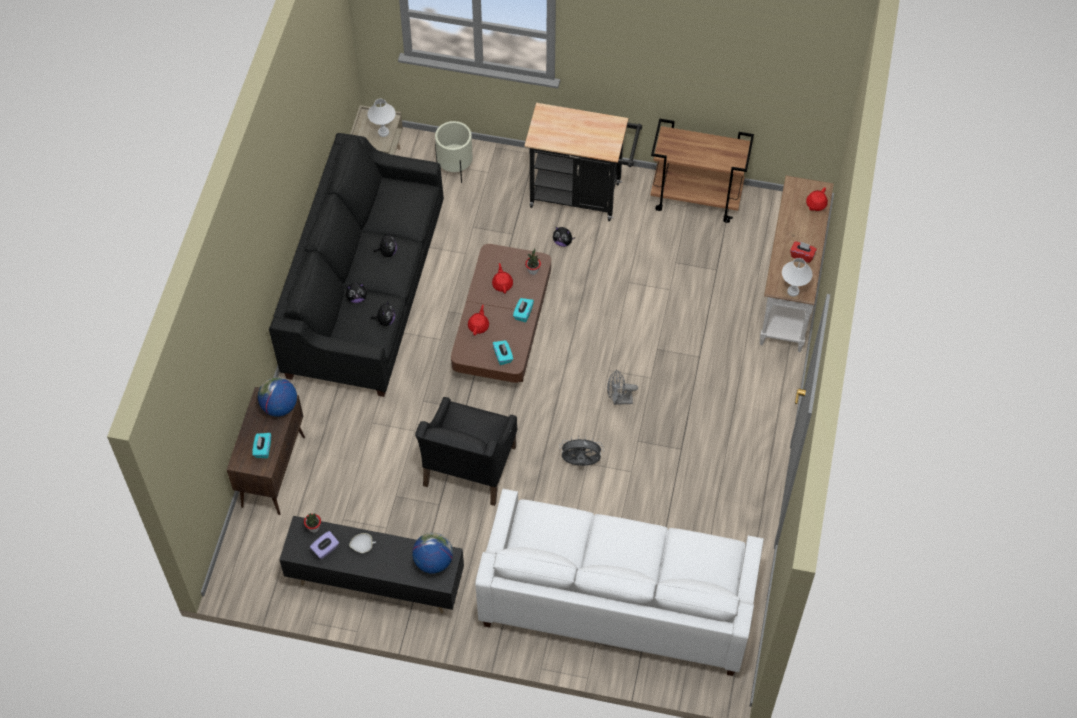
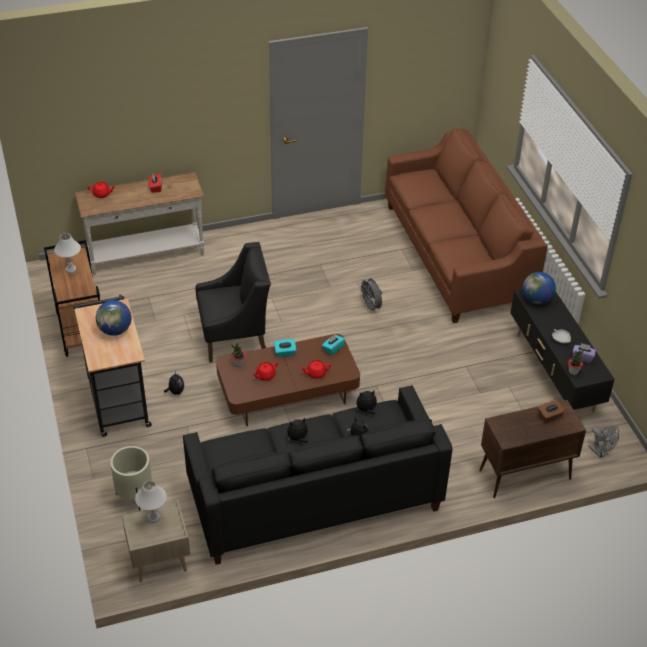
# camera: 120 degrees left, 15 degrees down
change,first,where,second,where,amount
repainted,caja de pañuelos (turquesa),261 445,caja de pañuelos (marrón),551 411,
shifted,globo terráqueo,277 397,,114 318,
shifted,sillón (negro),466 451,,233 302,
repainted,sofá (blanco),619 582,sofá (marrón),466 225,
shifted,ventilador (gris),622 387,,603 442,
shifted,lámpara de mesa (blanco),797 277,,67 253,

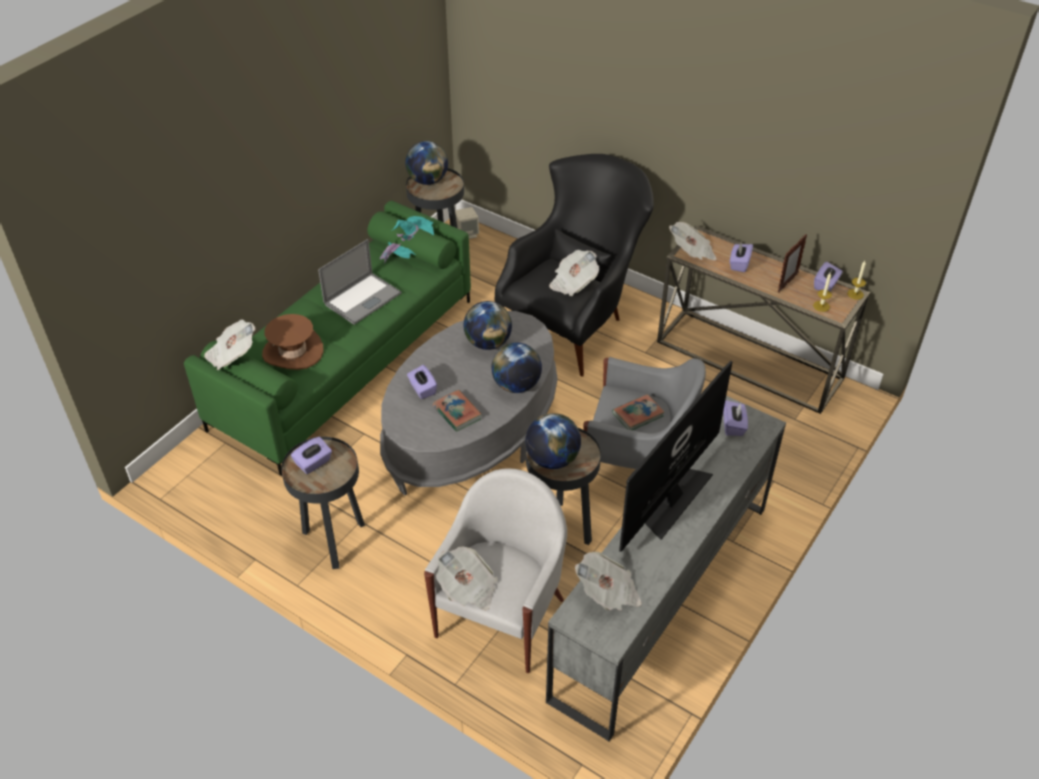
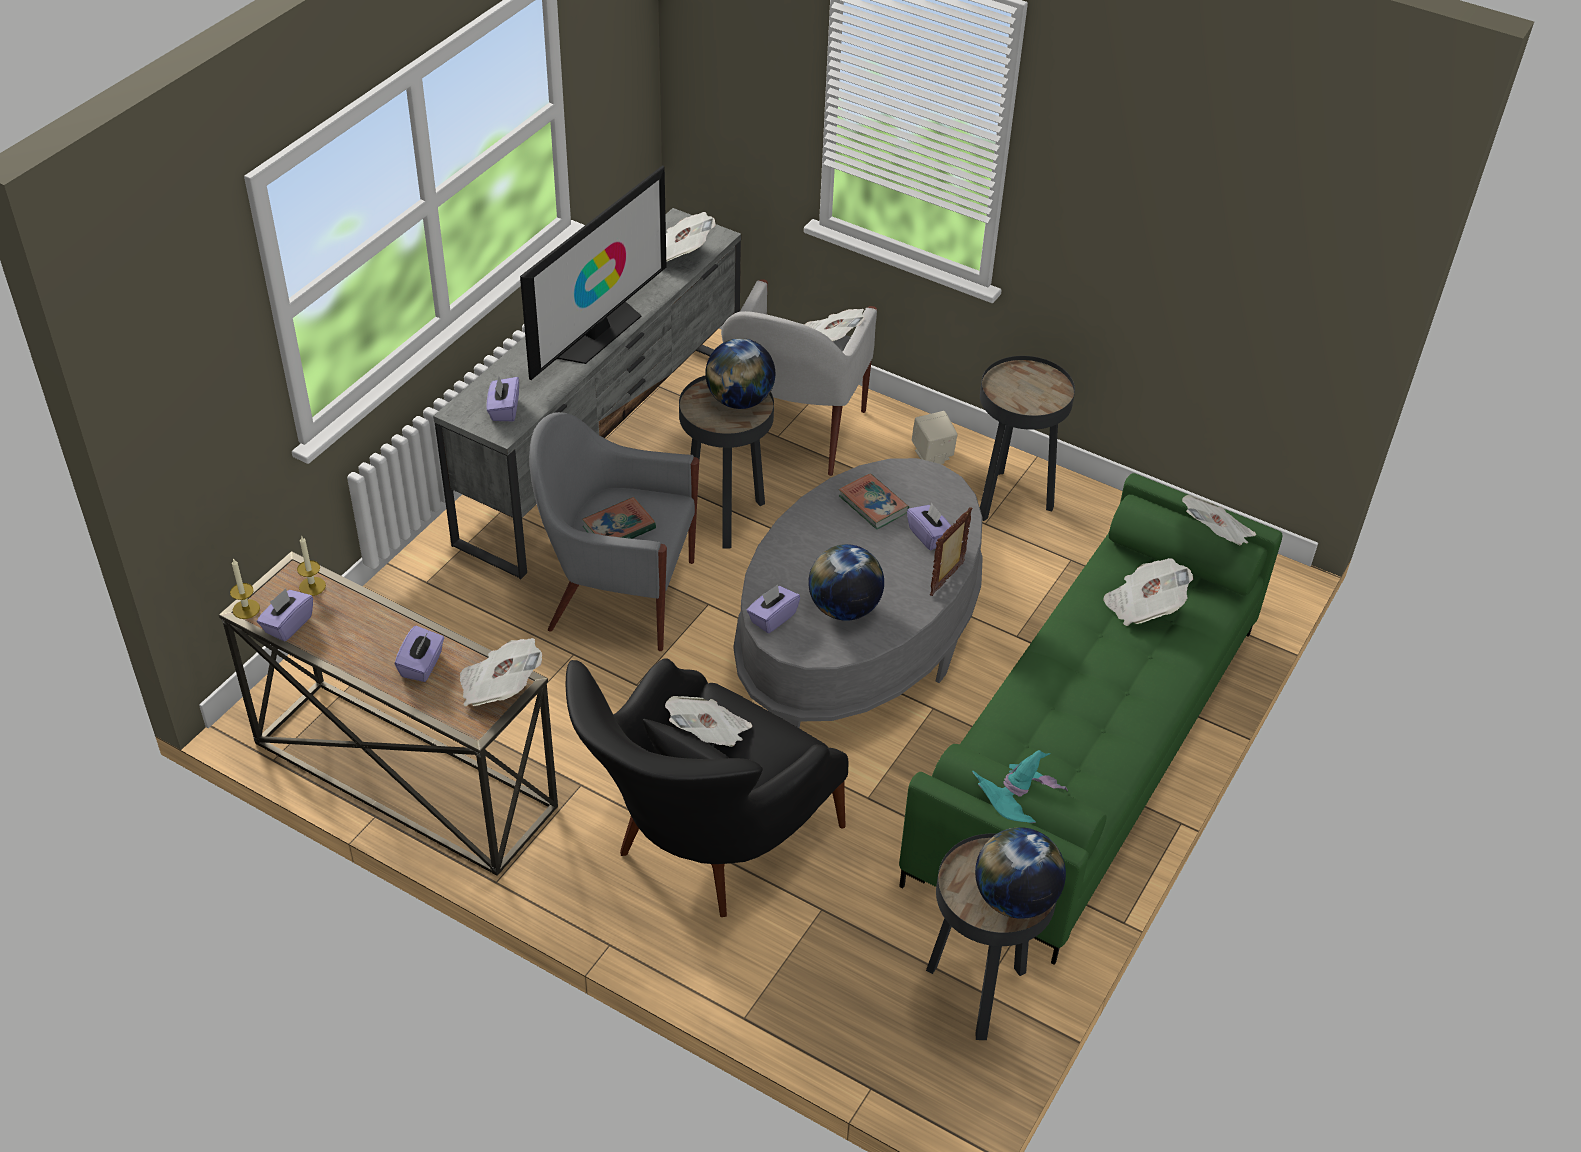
# camera: 175 degrees right, 0 degrees up
change,first,where,second,where,amount
swapped,sombrero (marrón),292 342,periódico,1148 592,
shifted,caja de pañuelos (morado),311 455,,773 608,
gone,portátil,359 282,,,
shifted,altavoz (beis),467 223,,935 437,
gone,globo terráqueo,516 368,,,
shifted,portarretratos,792 263,,951 551,

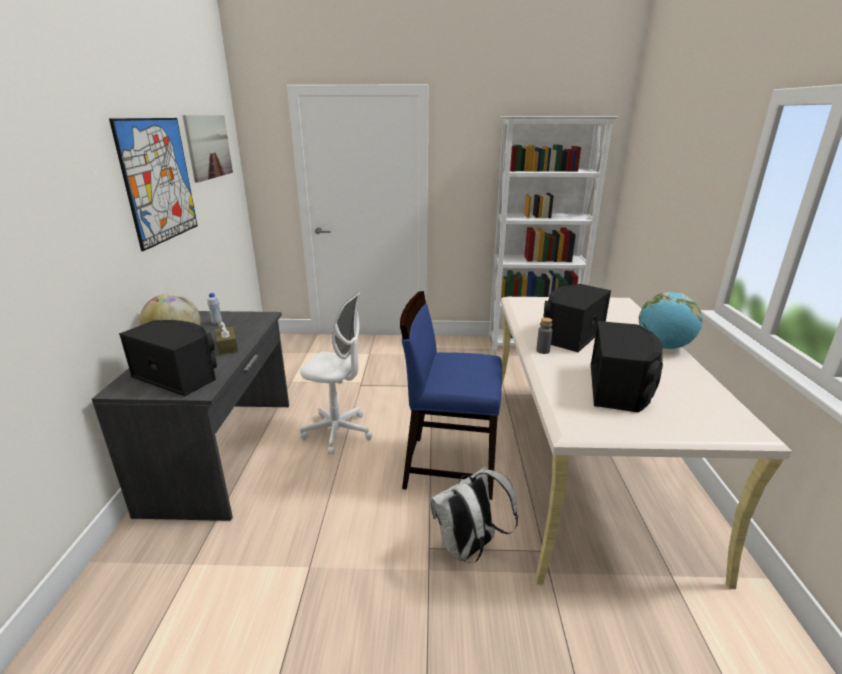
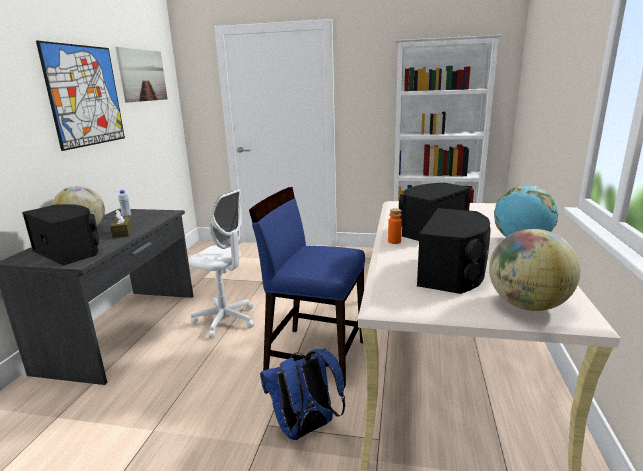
# camera: 10 degrees right, 5 degrees down
change,first,where,second,where,amount
repainted,mochila (blanco),474 514,mochila (azul),302 394,
repainted,botella (gris),544 336,botella (naranja),395 226,
new,,,globo terráqueo,534 270,

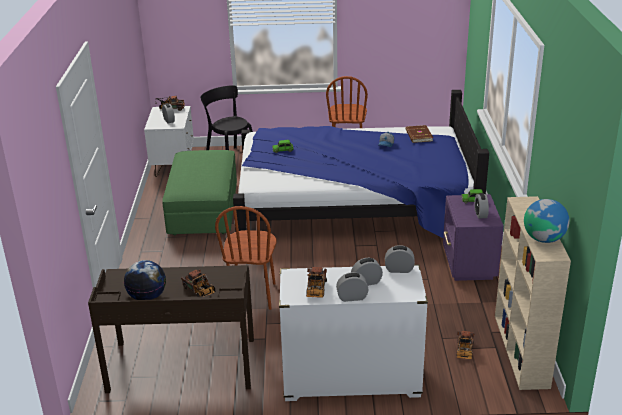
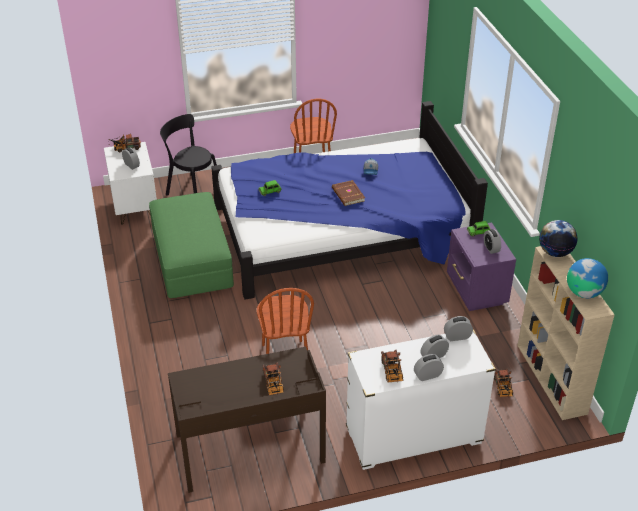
# camera: 15 degrees left, 10 degrees up
change,first,where,second,where,amount
shifted,globo terráqueo,145 280,,558 238,
rotated,camión de juguete,198 282,,273 378,45 degrees clockwise
shifted,libro (marrón),419 134,,348 193,

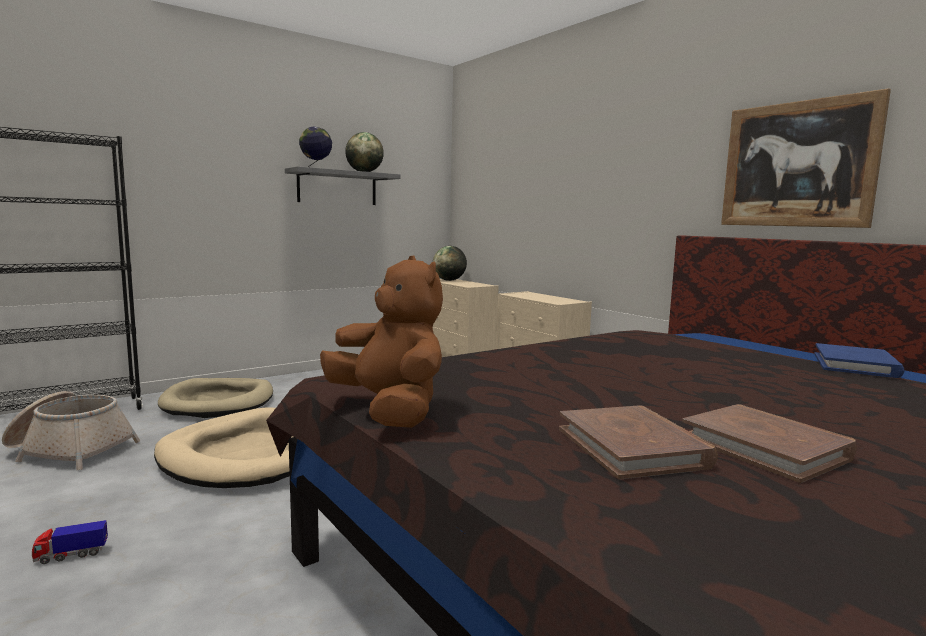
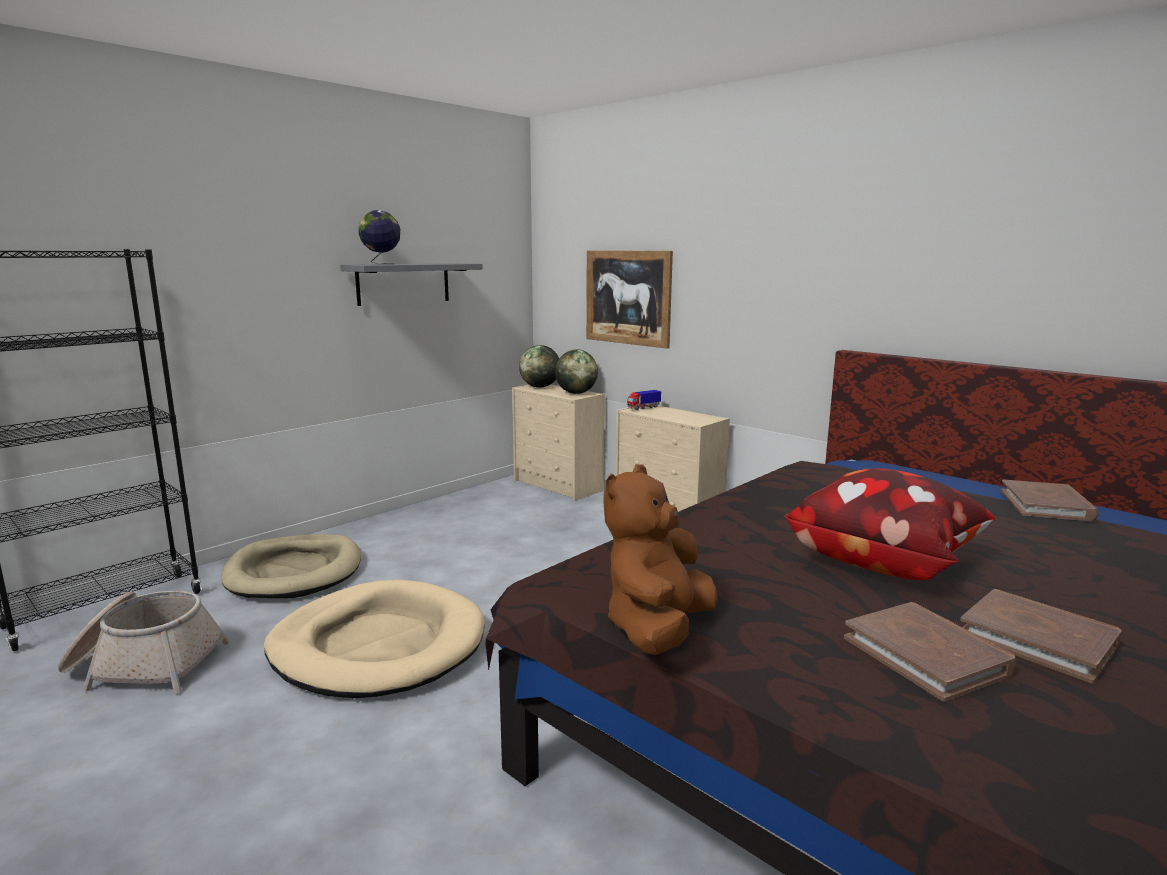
# camera: 10 degrees left, 5 degrees up
change,first,where,second,where,amount
shifted,camión de juguete,70 542,,644 400,
rotated,peluche (marrón),381 341,,660 559,105 degrees counterclockwise
shifted,globo terráqueo,364 152,,576 371,
shifted,cuadro,806 158,,629 299,
repainted,libro (azul),859 360,libro (marrón),1049 500,
new,,,cojín,890 524,

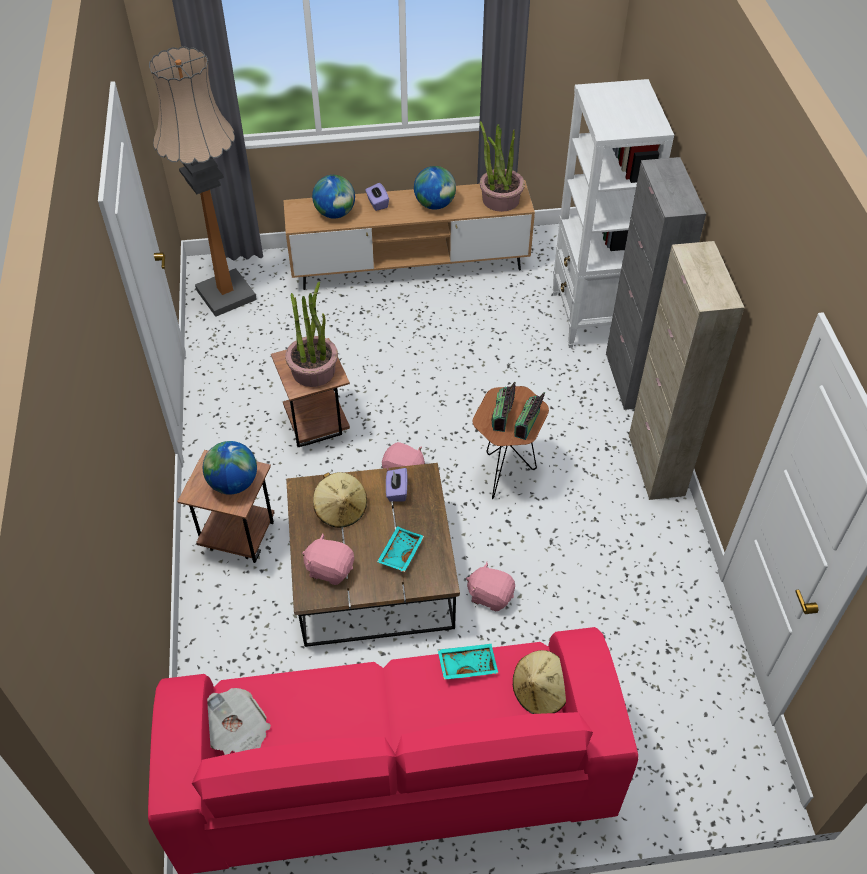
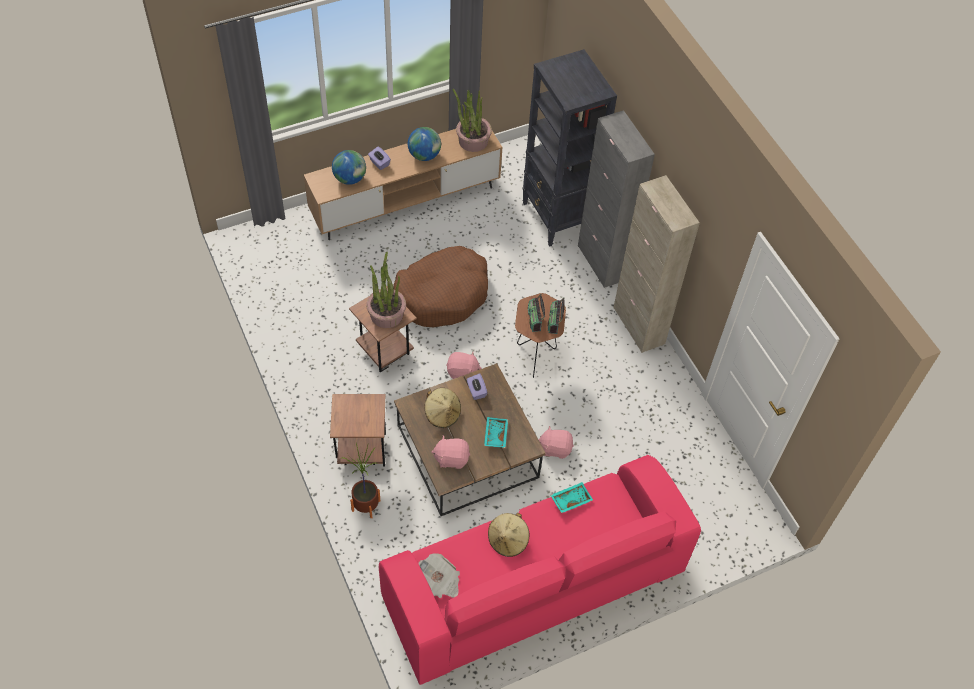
# camera: 20 degrees left, 5 degrees up
change,first,where,second,where,amount
gone,lámpara de pie,203 181,,,
gone,globo terráqueo,230 468,,,
shifted,sombrero (beis),539 682,,508 535,
repainted,estantería (blanco),613 213,estantería (negro),569 148,
new,,,planta en maceta,361 480,
new,,,cama para perro (marrón),440 286,

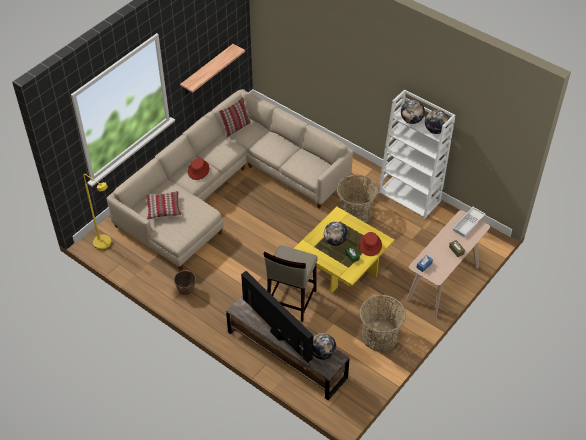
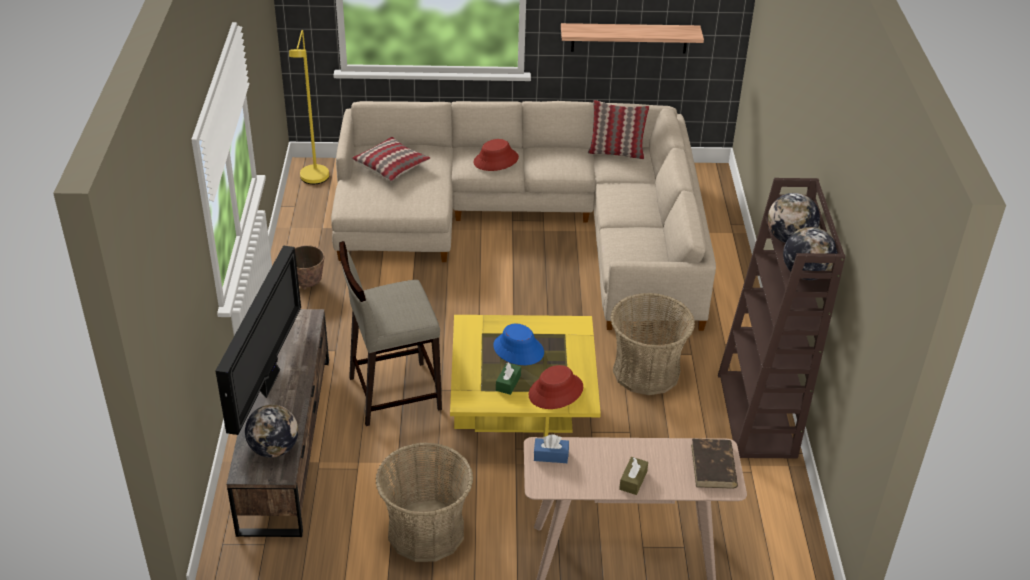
# camera: 50 degrees right, 10 degrees down
change,first,where,second,where,amount
swapped,globo terráqueo,336 234,sombrero (azul),518 344,
repainted,estantería (blanco),417 154,estantería (marrón),782 318,
swapped,bandeja (blanco),468 222,libro (marrón),714 464,

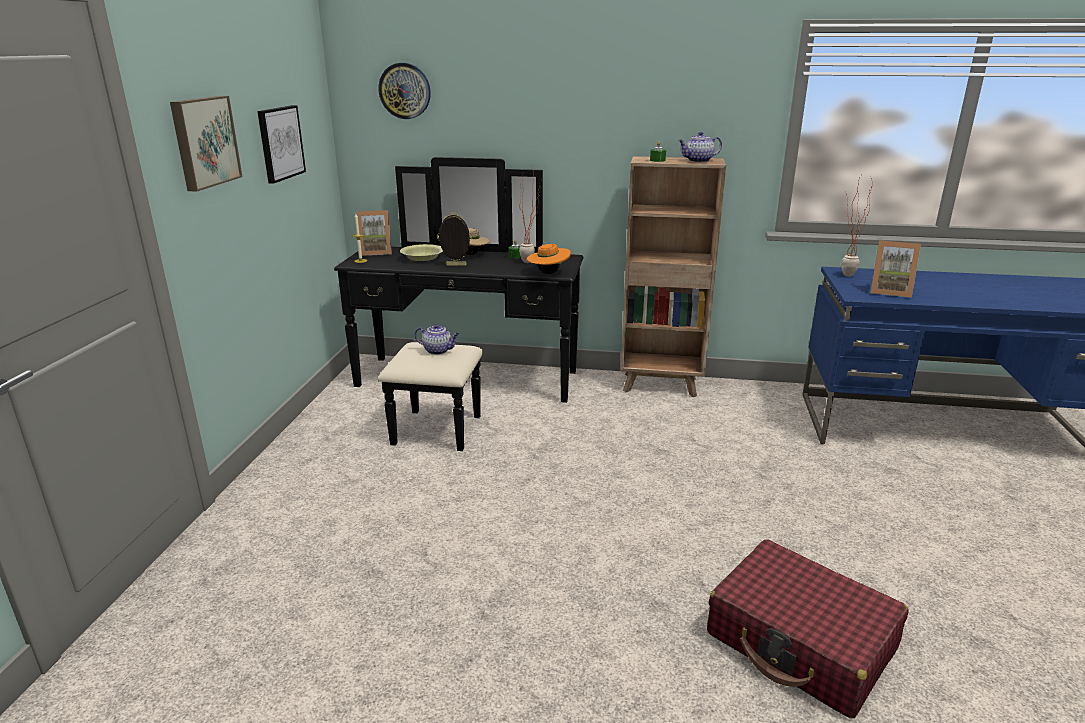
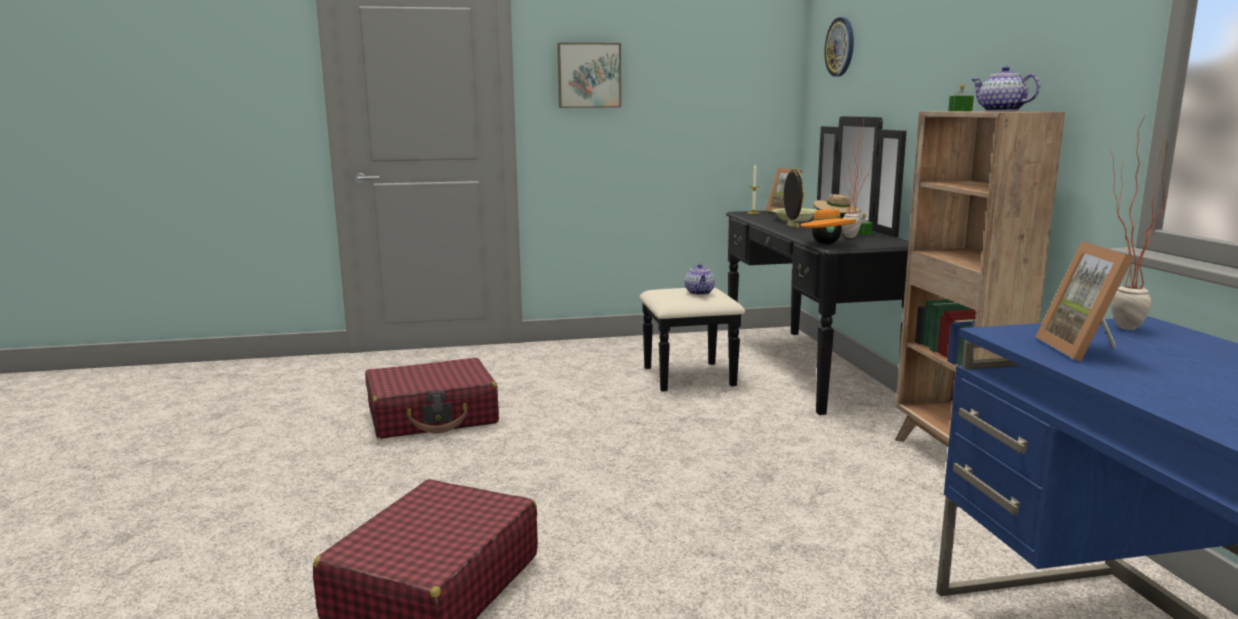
# camera: 70 degrees right, 10 degrees down
change,first,where,second,where,amount
gone,cuadro,281 144,,,
new,,,maleta (rojo),432 398,

